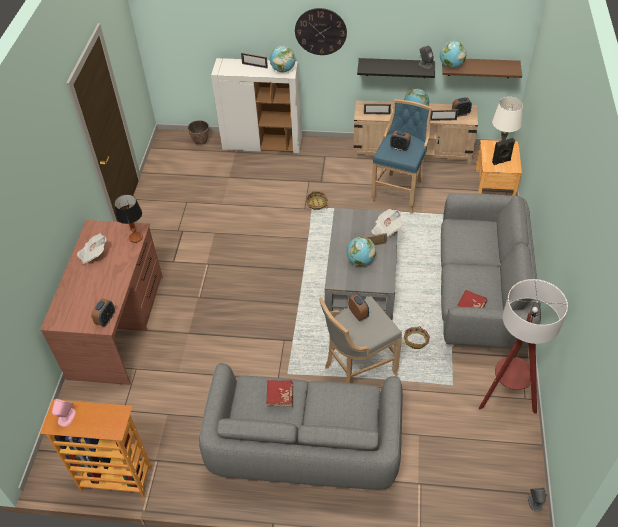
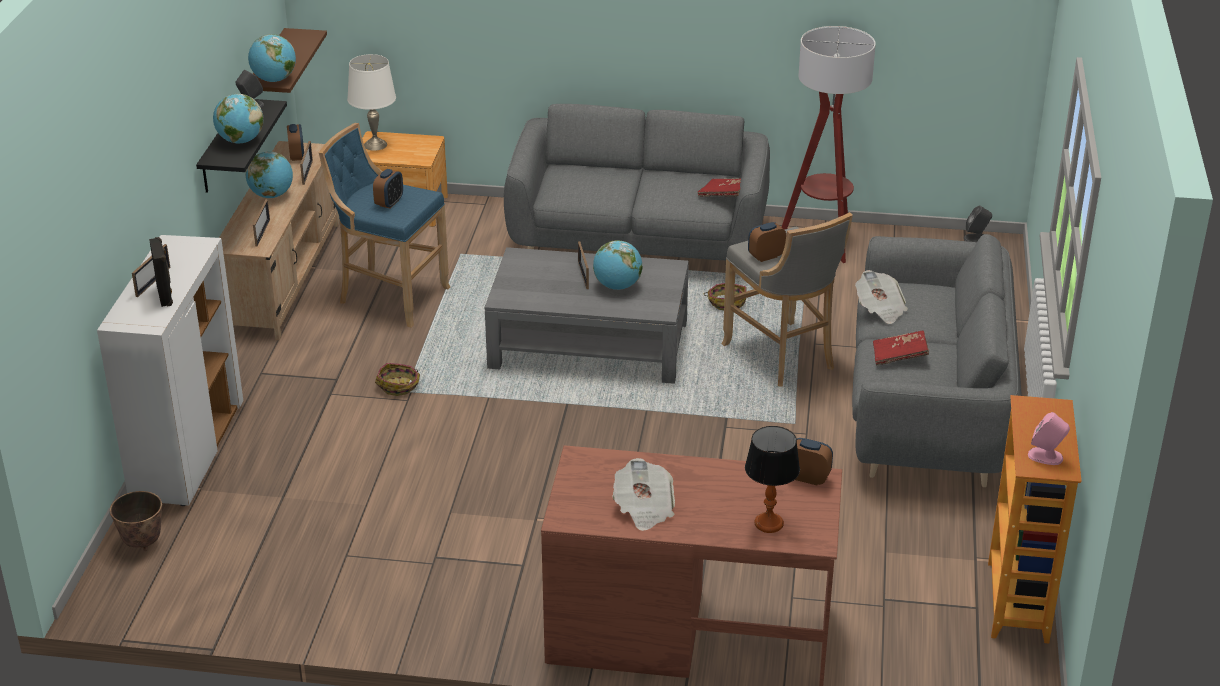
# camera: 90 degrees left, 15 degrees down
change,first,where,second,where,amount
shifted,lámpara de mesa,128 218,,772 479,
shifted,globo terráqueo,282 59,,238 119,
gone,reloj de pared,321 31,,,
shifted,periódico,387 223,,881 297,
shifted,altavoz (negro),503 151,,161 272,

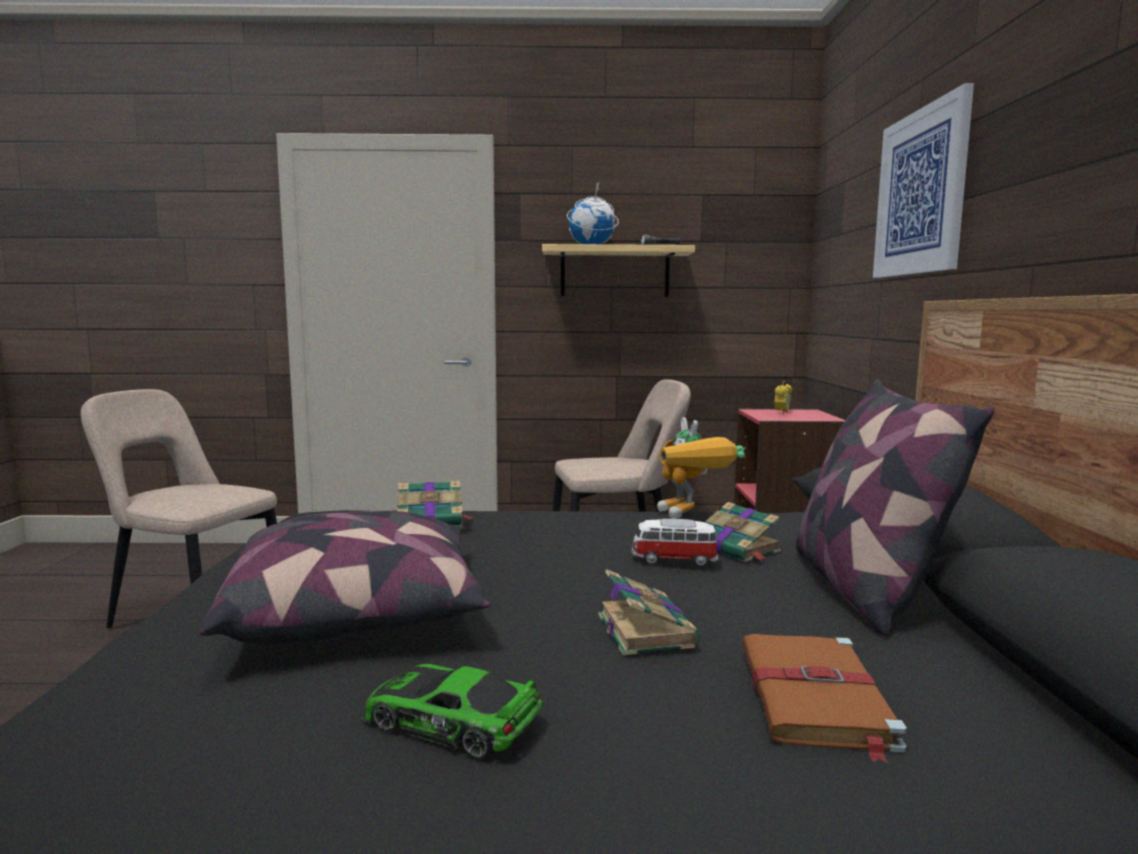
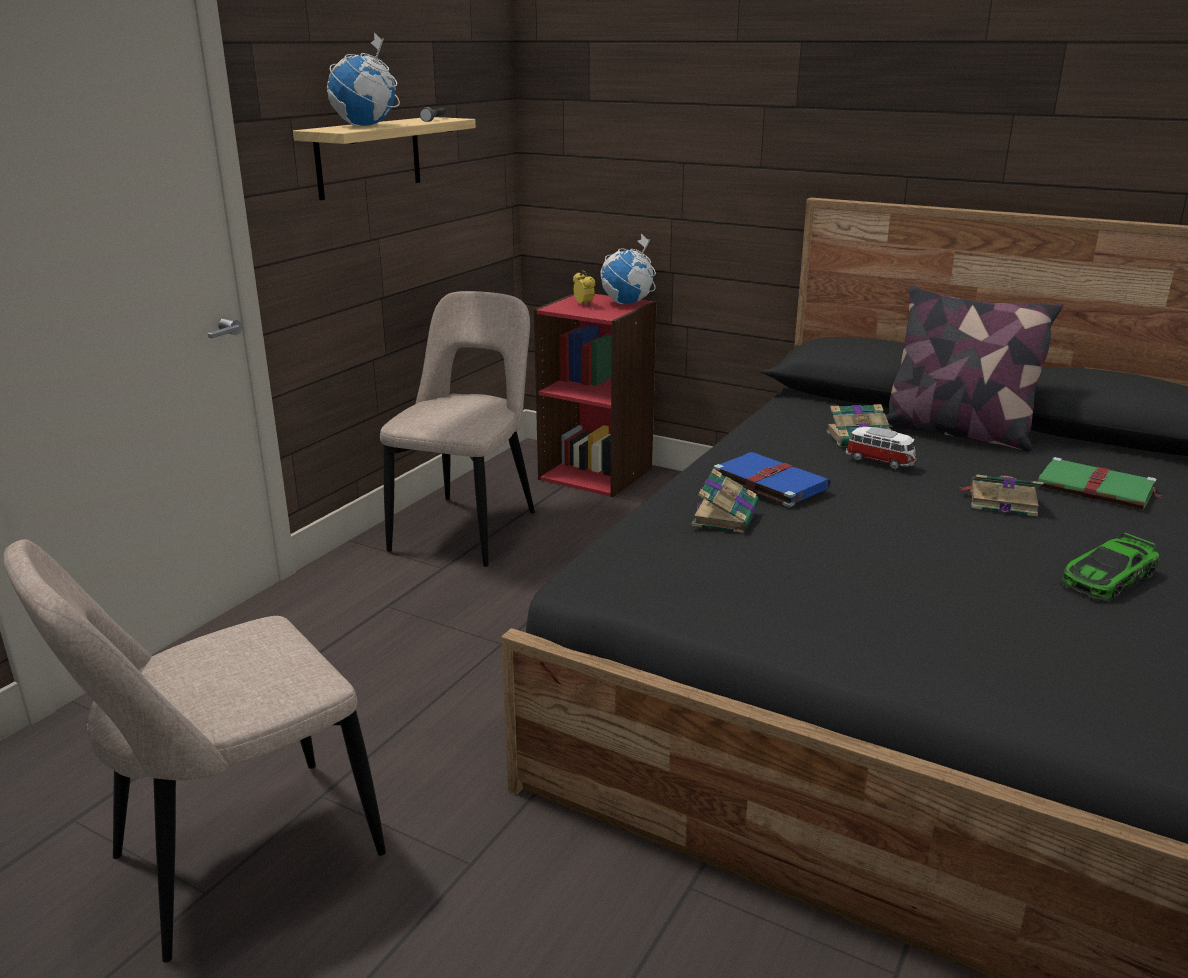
# camera: 60 degrees left, 15 degrees up
change,first,where,second,where,amount
gone,cojín,345 577,,,
rotated,coche de juguete,675 542,,881 448,90 degrees counterclockwise
gone,robot de juguete,701 467,,,
repainted,libro (marrón),824 698,libro (verde),1100 483,
gone,cuadro,923 180,,,
new,,,globo terráqueo,628 269,
new,,,libro (azul),772 479,

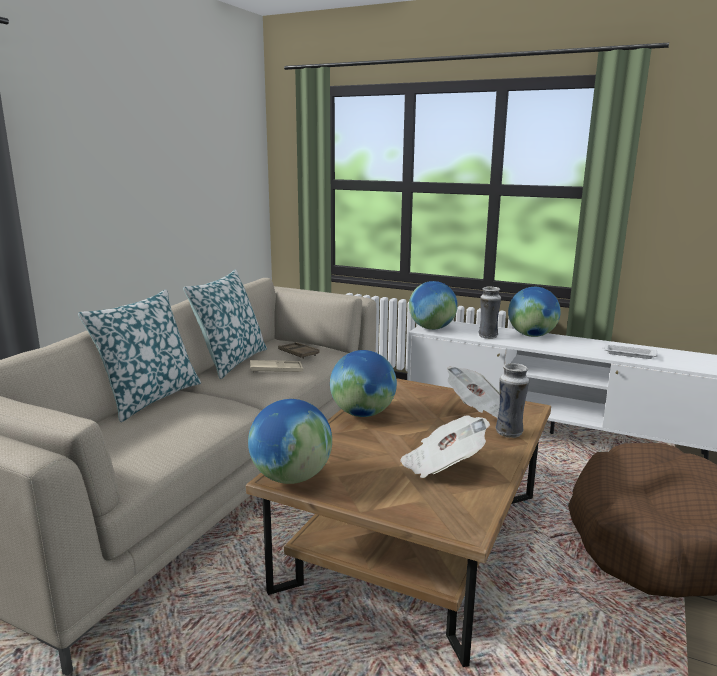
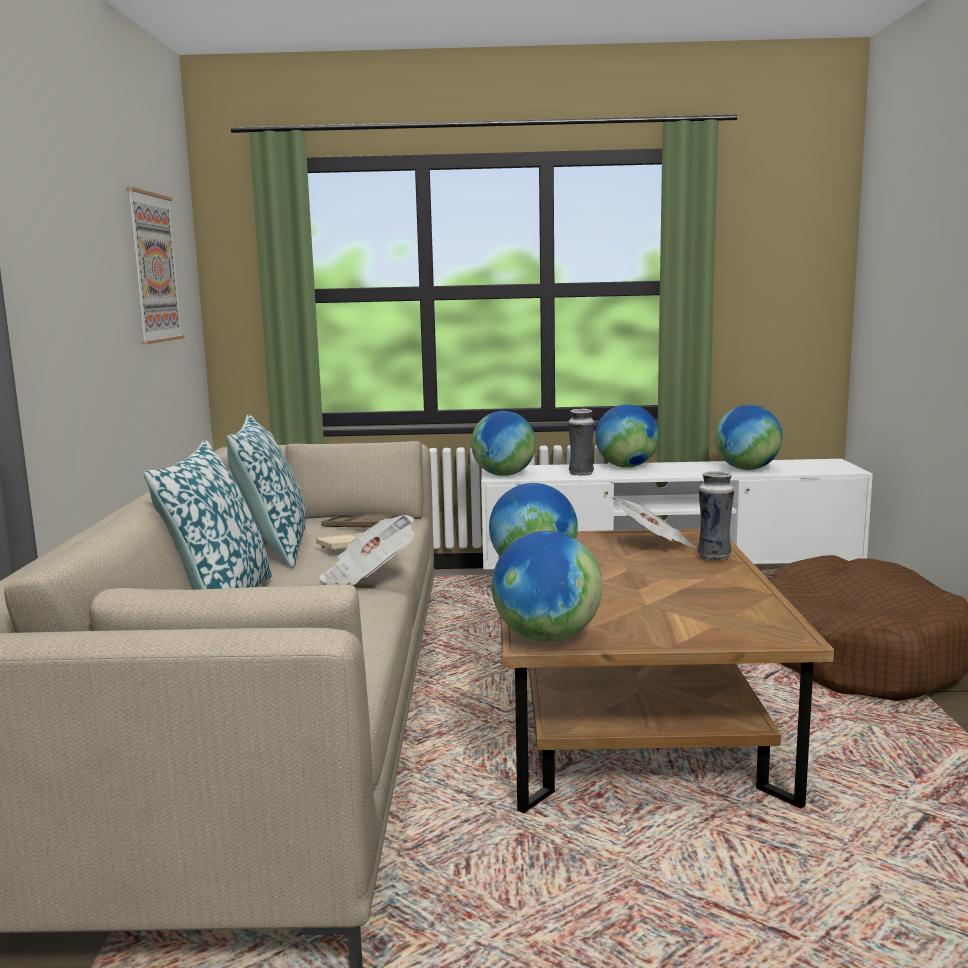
# camera: 25 degrees left, 5 degrees down
change,first,where,second,where,amount
shifted,periódico,445 446,,367 550,
swapped,bandeja (blanco),630 351,globo terráqueo,748 437,
new,,,cuadro,155 265,

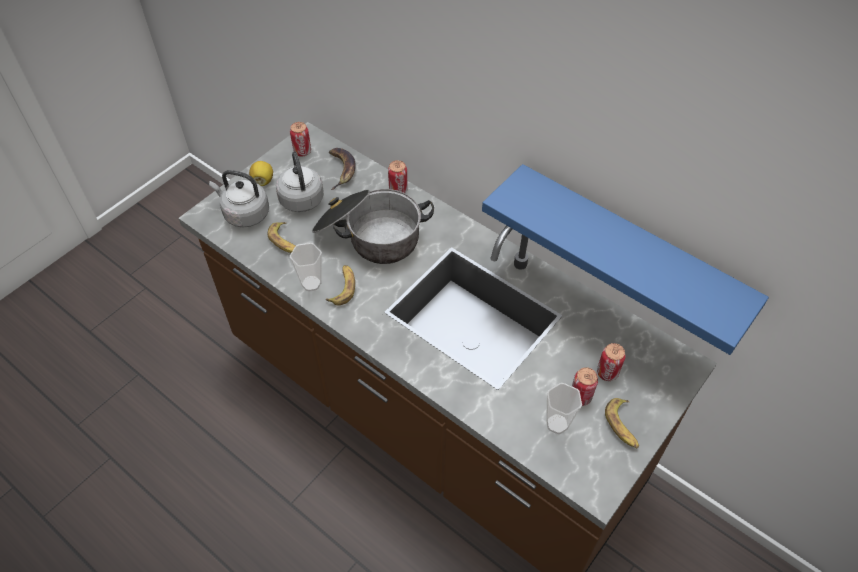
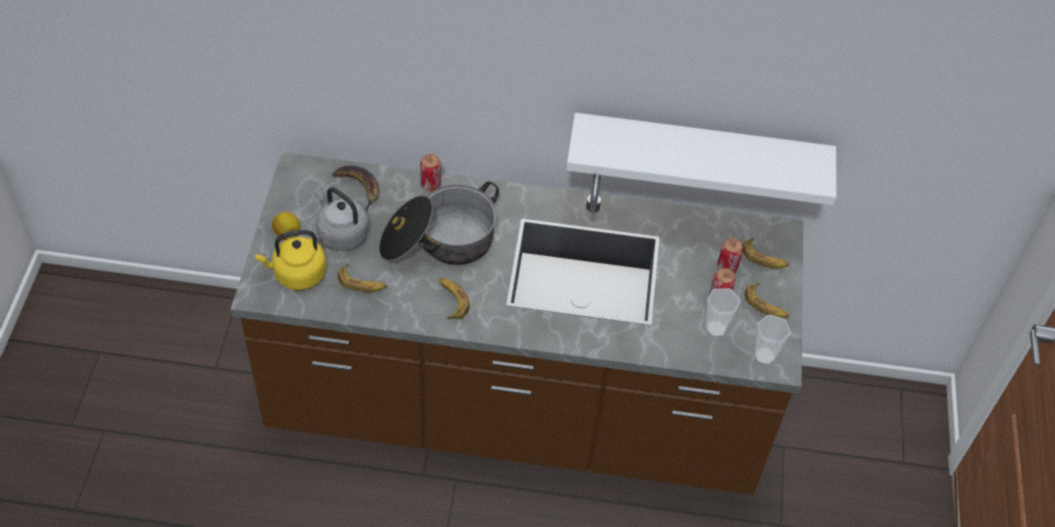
# camera: 35 degrees left, 0 degrees up
change,first,where,second,where,amount
repainted,hervidor (gris),239 198,hervidor (amarillo),290 260,
gone,lata,300 139,,,
shifted,taza,306 267,,772 340,
repainted,estante (azul),625 259,estante (blanco),701 159,
new,,,plátano,765 253,

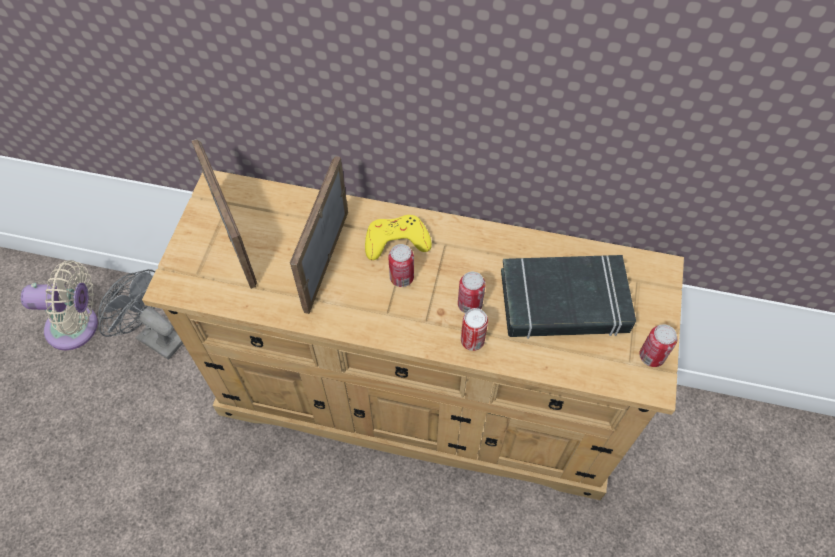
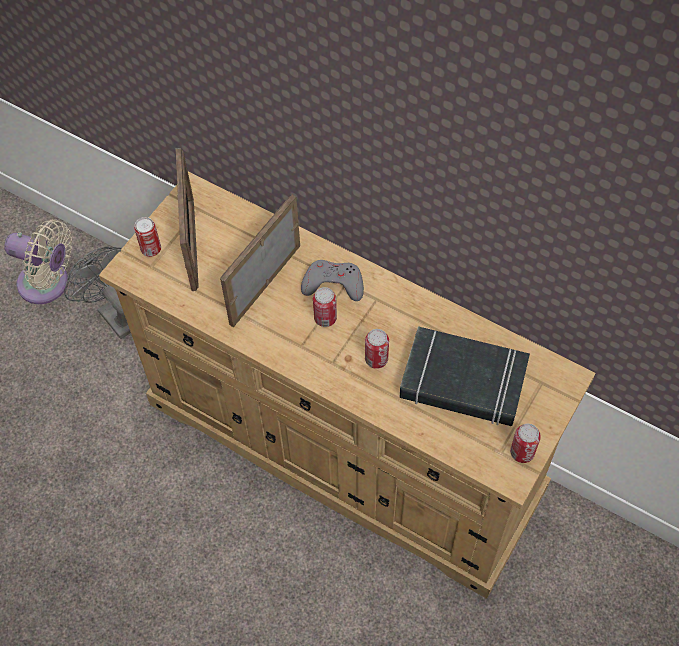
# camera: 20 degrees right, 0 degrees up
change,first,where,second,where,amount
repainted,mando de consola (amarillo),398 237,mando de consola (gris),332 280,
shifted,lata,474 329,,147 237,

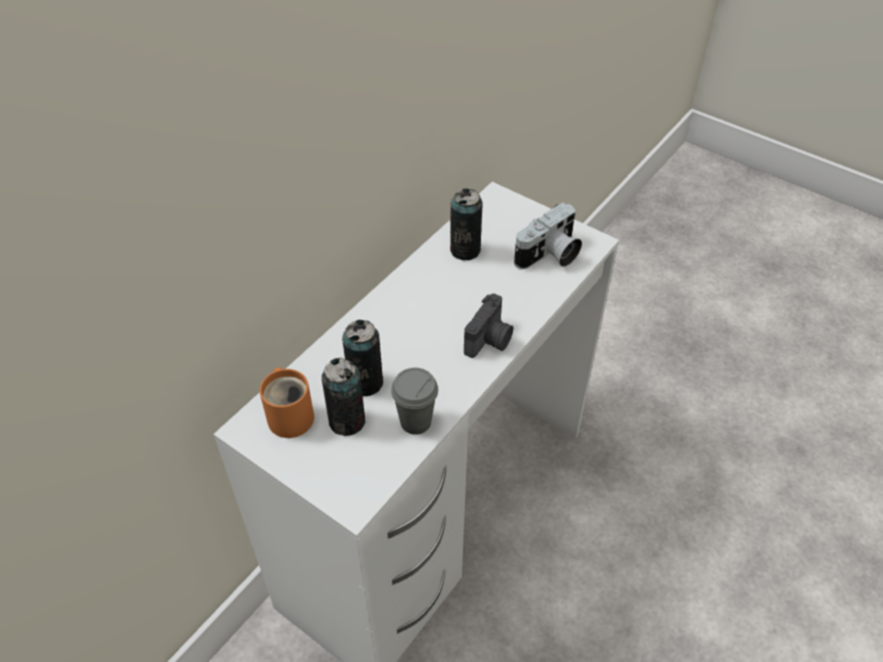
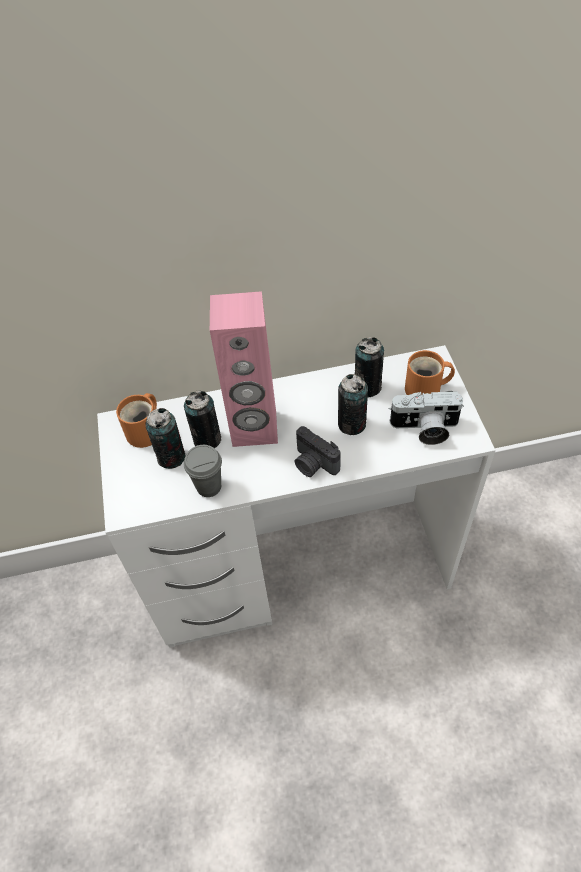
# camera: 45 degrees right, 5 degrees up
change,first,where,second,where,amount
rotated,cámara,488 326,,317 451,60 degrees clockwise
new,,,altavoz (rosa),244 369,
new,,,lata,353 404,
new,,,taza grande (naranja),430 372,

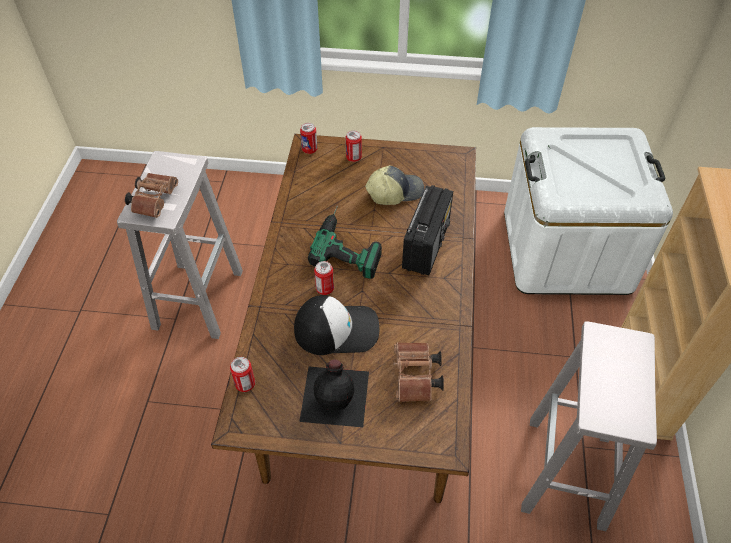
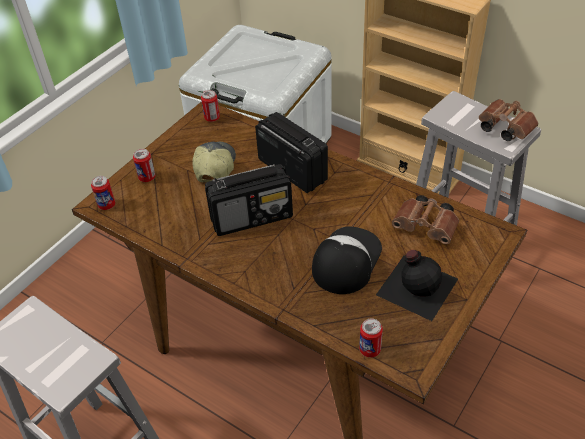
# camera: 60 degrees left, 5 degrees down
change,first,where,second,where,amount
shifted,prismáticos (marrón),151 195,,508 120,
swapped,taladro,345 242,radio,249 200,
shifted,lata,324 278,,210 106,

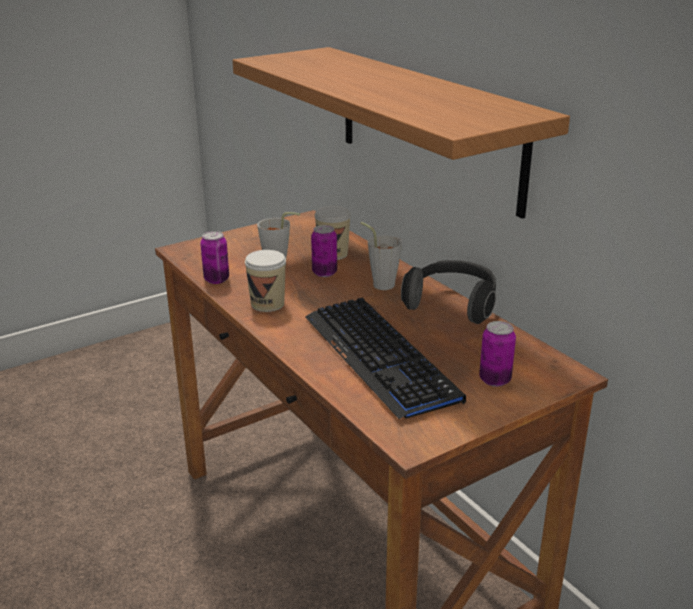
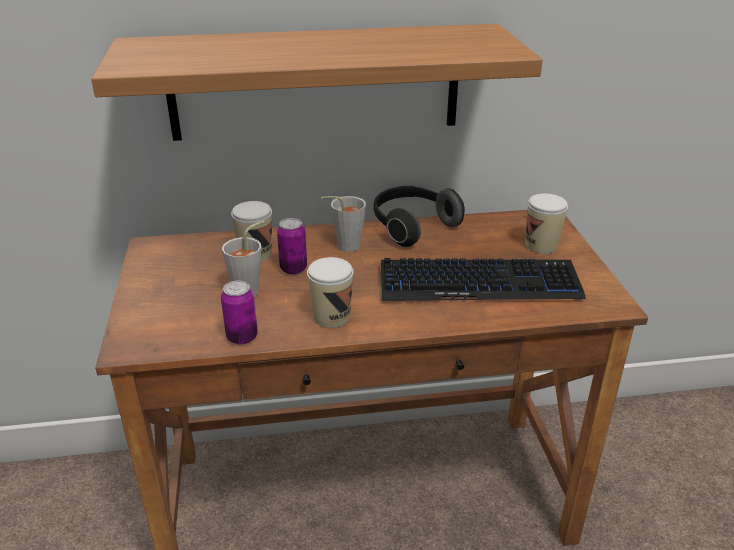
# camera: 65 degrees left, 5 degrees up
change,first,where,second,where,amount
swapped,lata,497 354,taza,547 223,

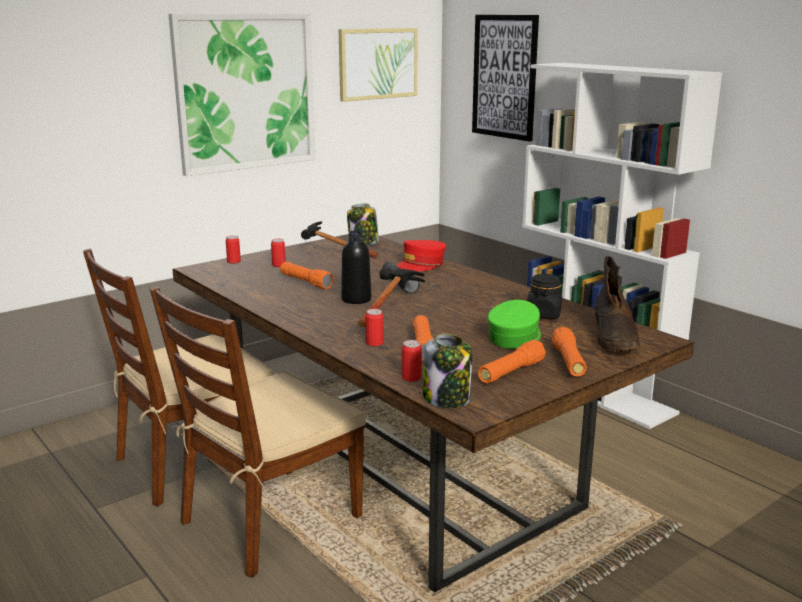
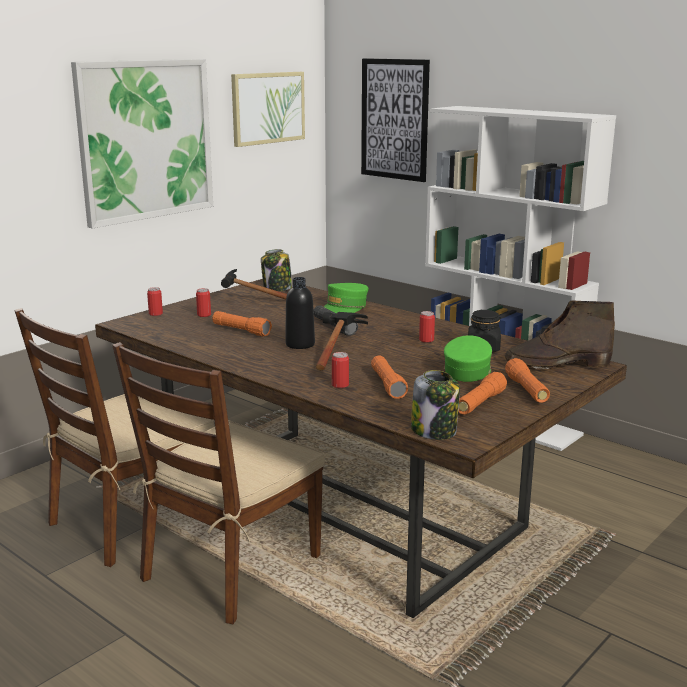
# camera: 10 degrees left, 0 degrees up
change,first,where,second,where,amount
repainted,gorra (rojo),421 256,gorra (verde),346 298,
shifted,lata,412 361,,427 327,
rotated,bota (marrón),617 304,,560 335,90 degrees clockwise

